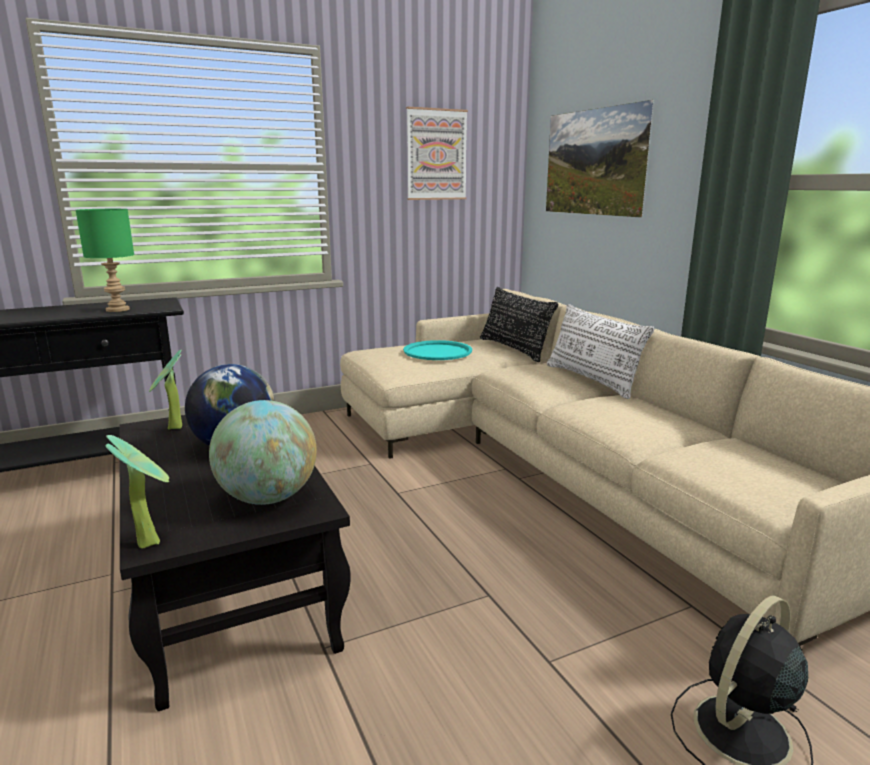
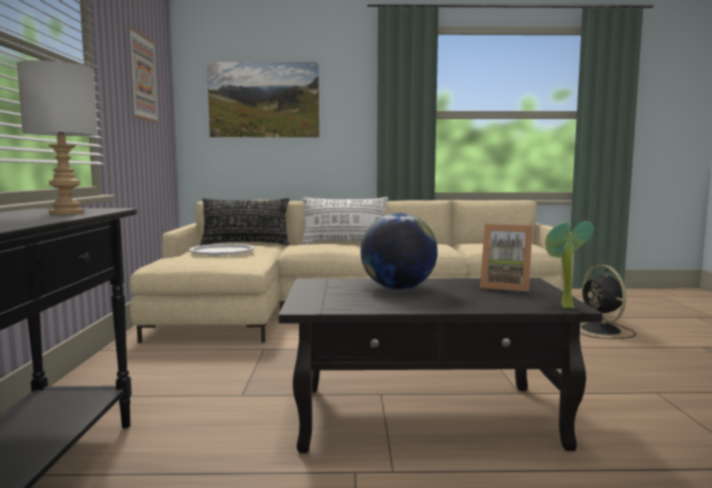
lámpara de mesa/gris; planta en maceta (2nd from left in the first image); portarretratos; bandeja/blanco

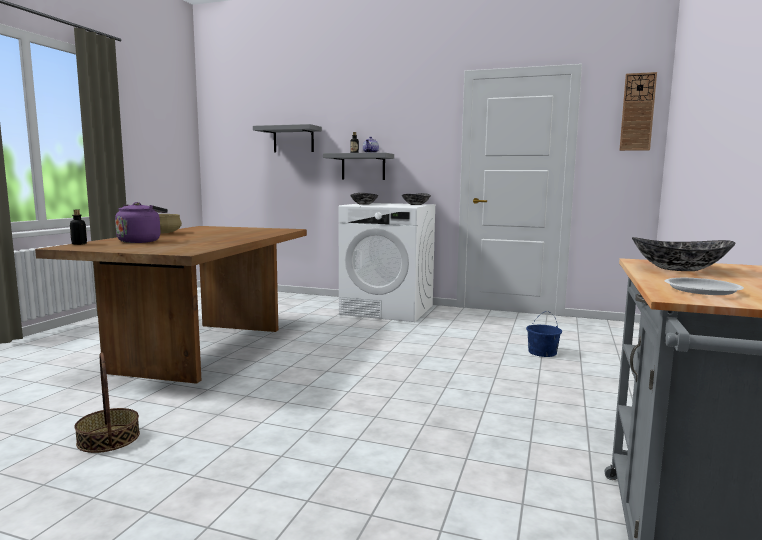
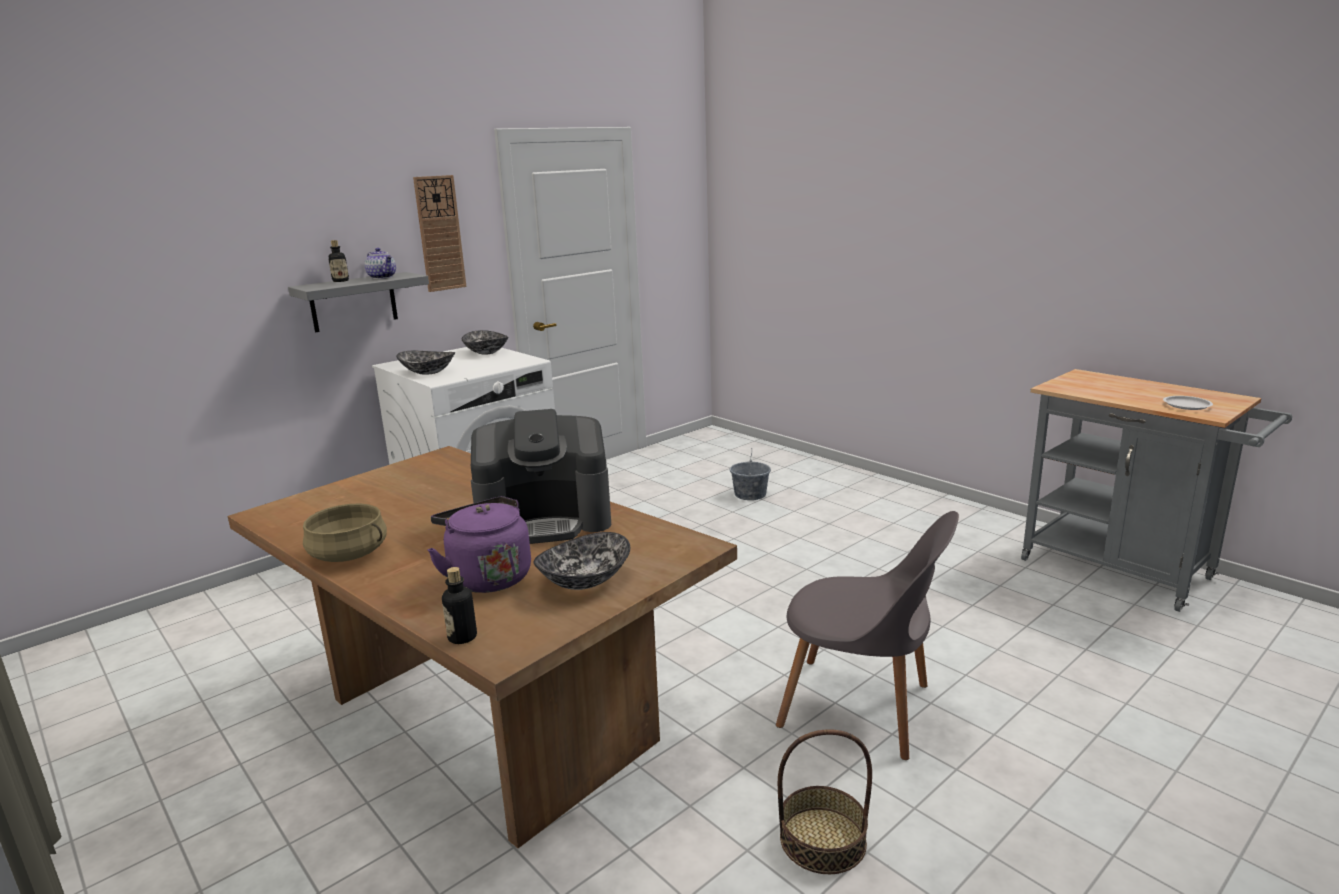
estante/gris (1st from left in the first image); cubo/gris; reloj de pared; cuenco (3rd from left); cafetera; silla/gris

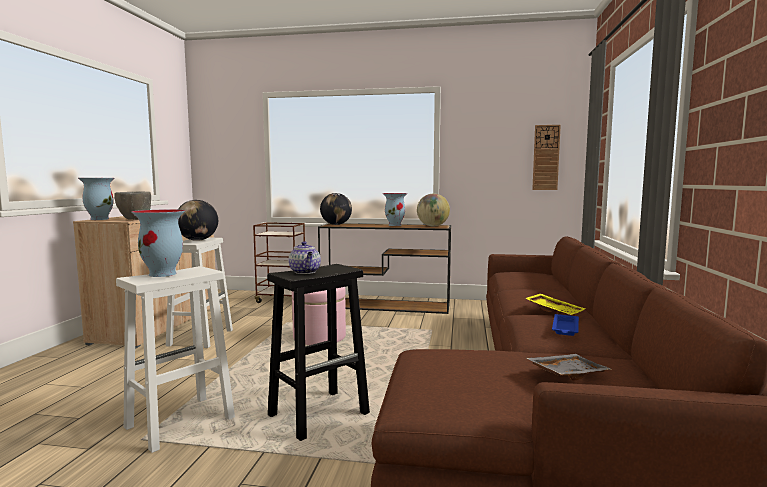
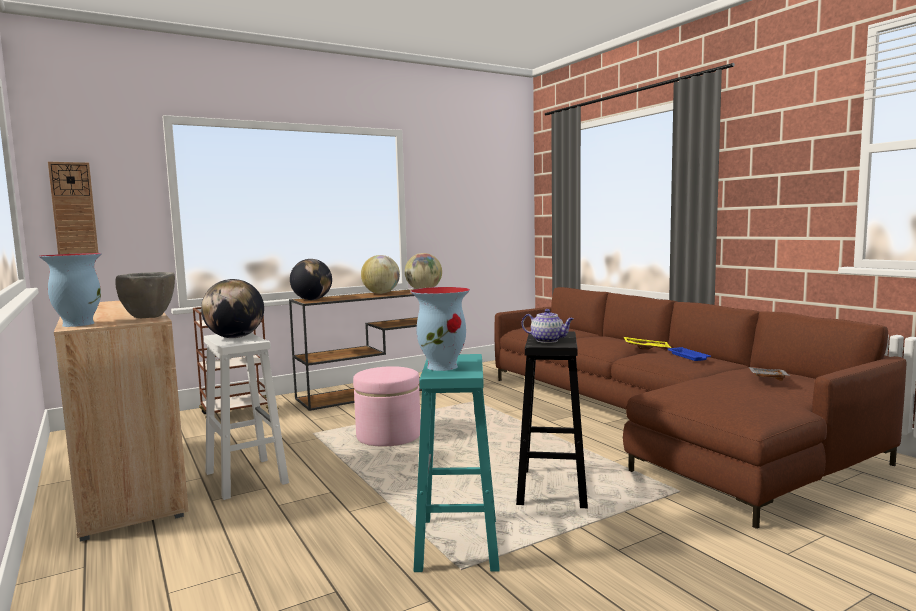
taburete/turquesa; globo terráqueo (3rd from left); reloj de pared

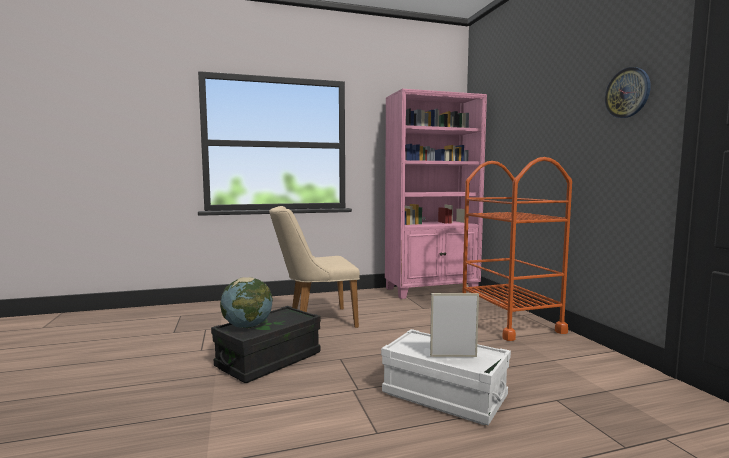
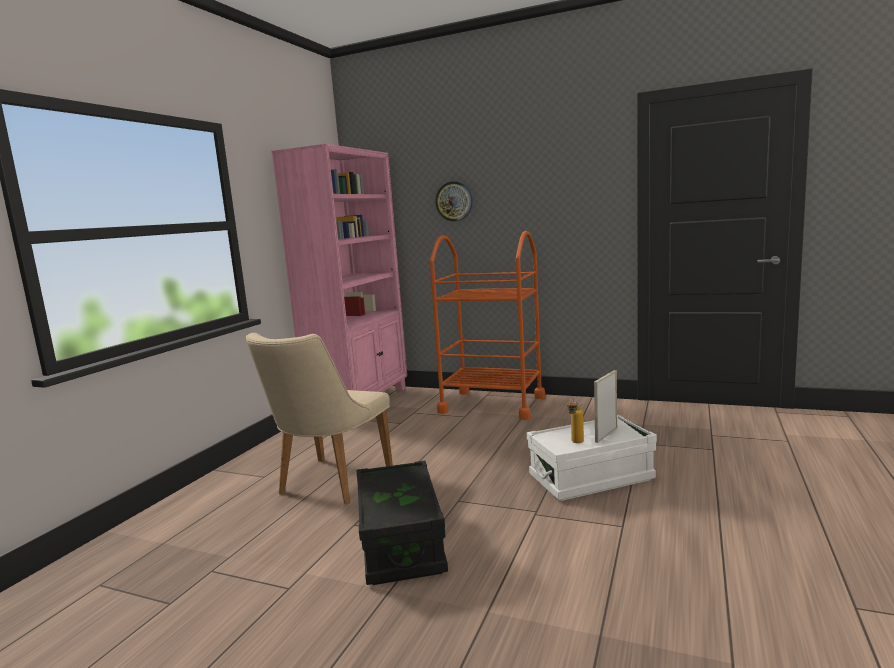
globo terráqueo; reloj de pared; botella

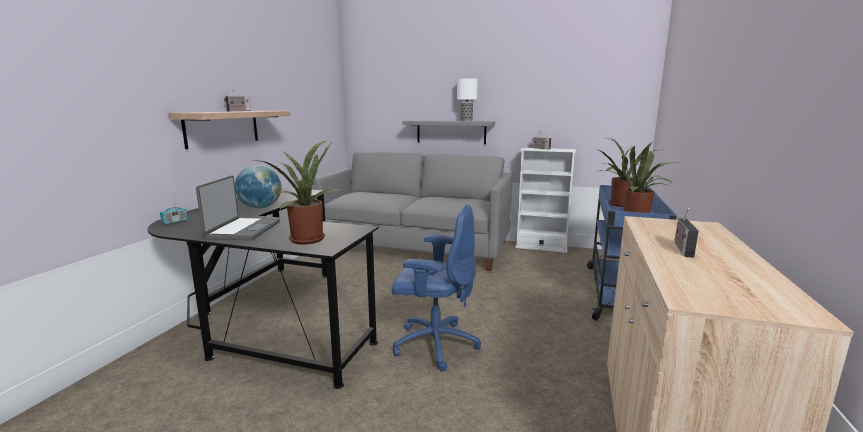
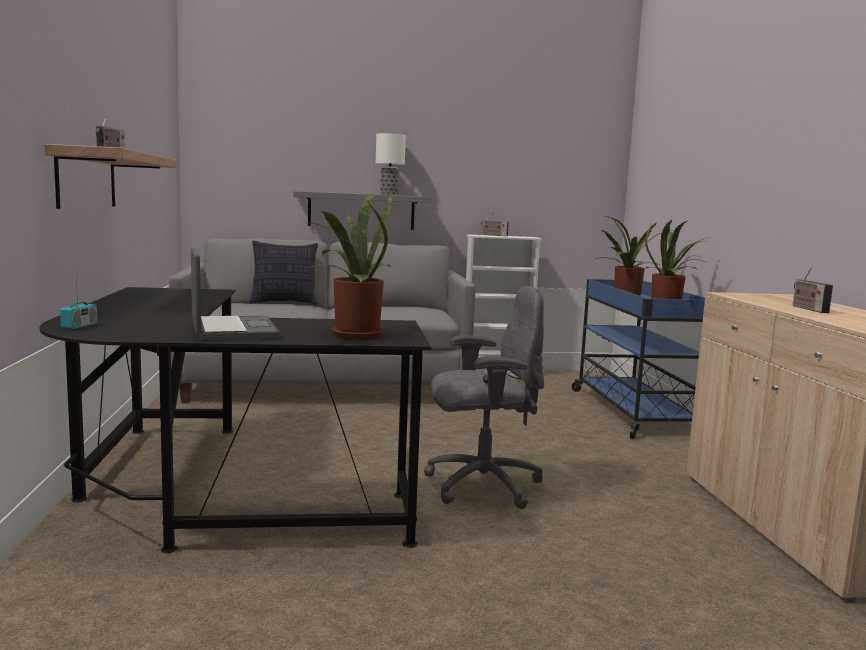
globo terráqueo; silla de oficina/gris; cojín

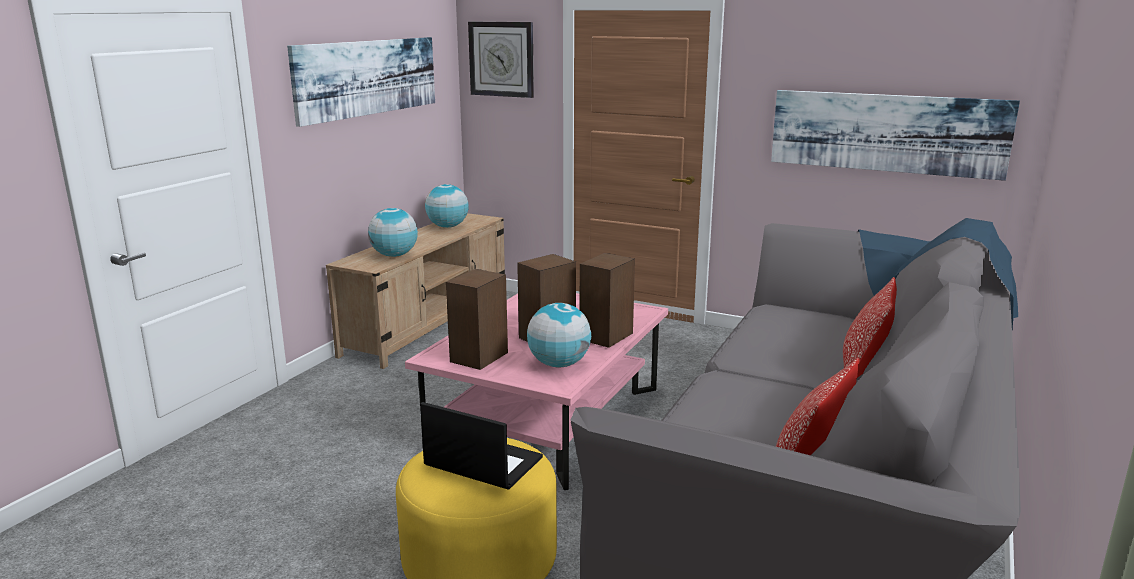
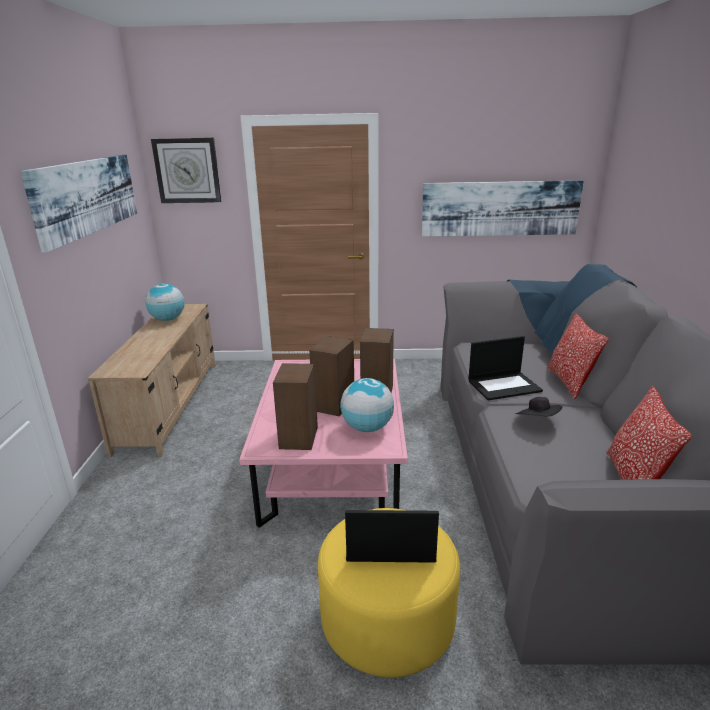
globo terráqueo (1st from left in the first image); portátil (2nd from left); sombrero/negro

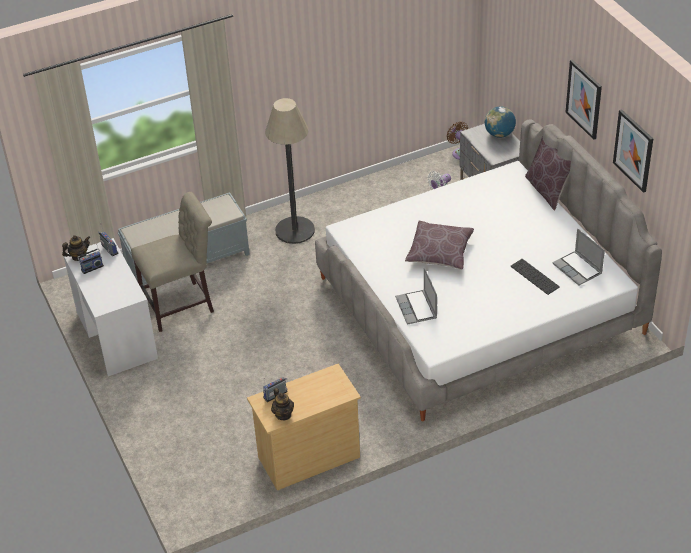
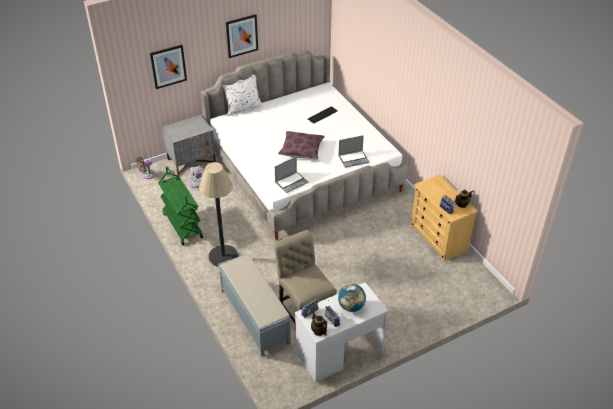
globo terráqueo; cojín/blanco; portátil (1st from left); cuadro (1st from left); carrito/verde

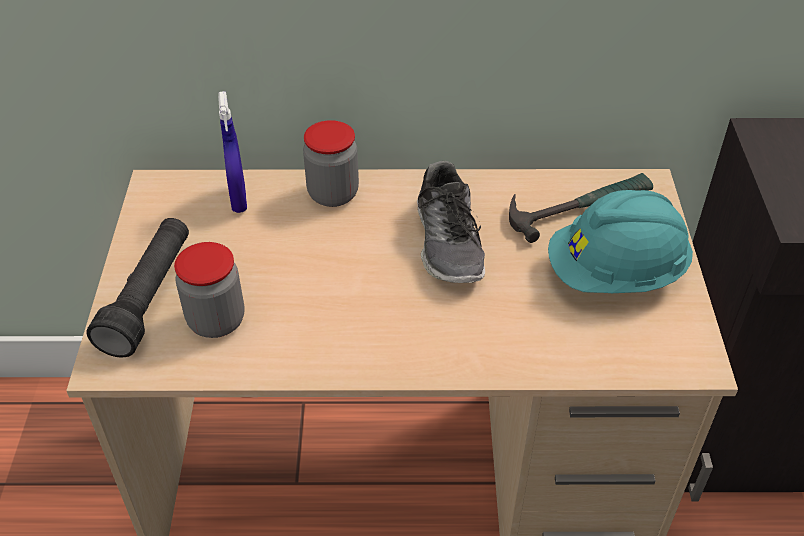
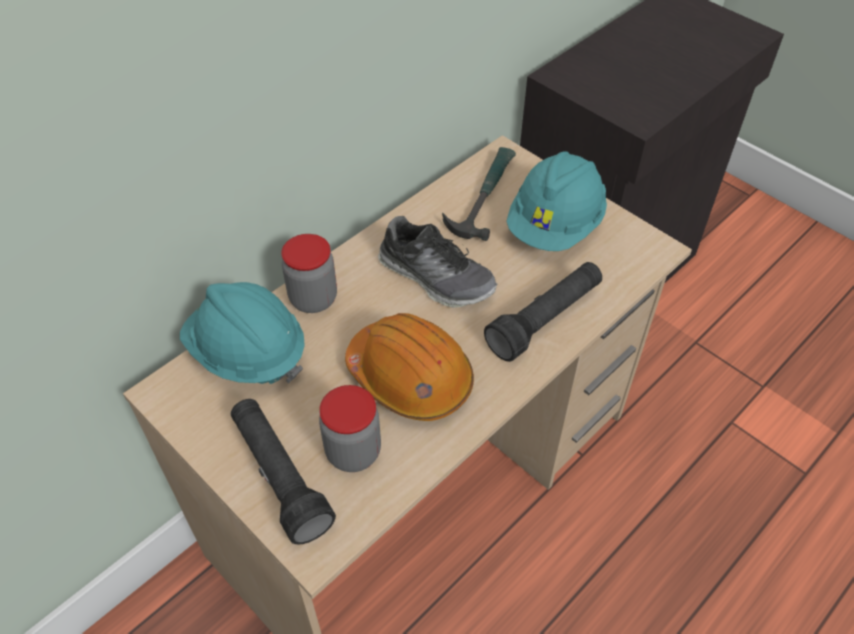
casco/turquesa (1st from left); casco/naranja; linterna/negro (2nd from left)

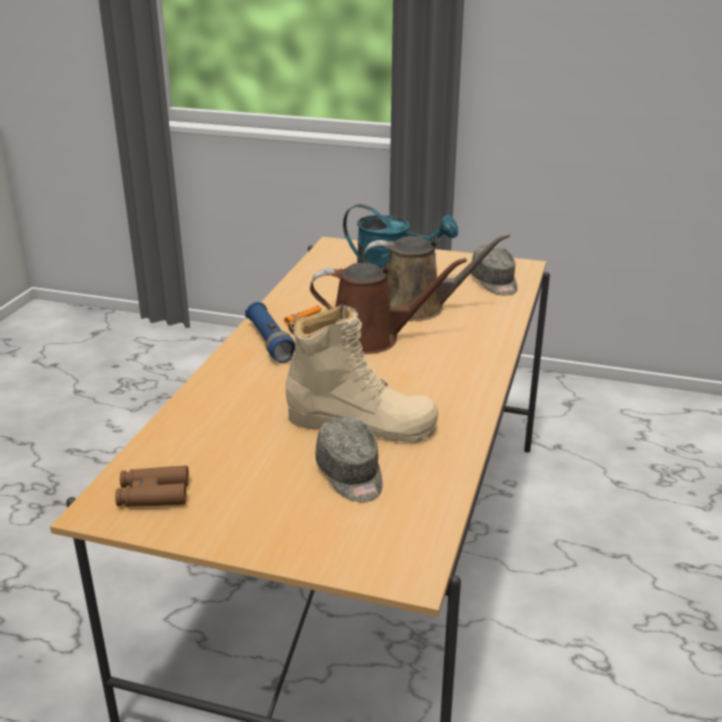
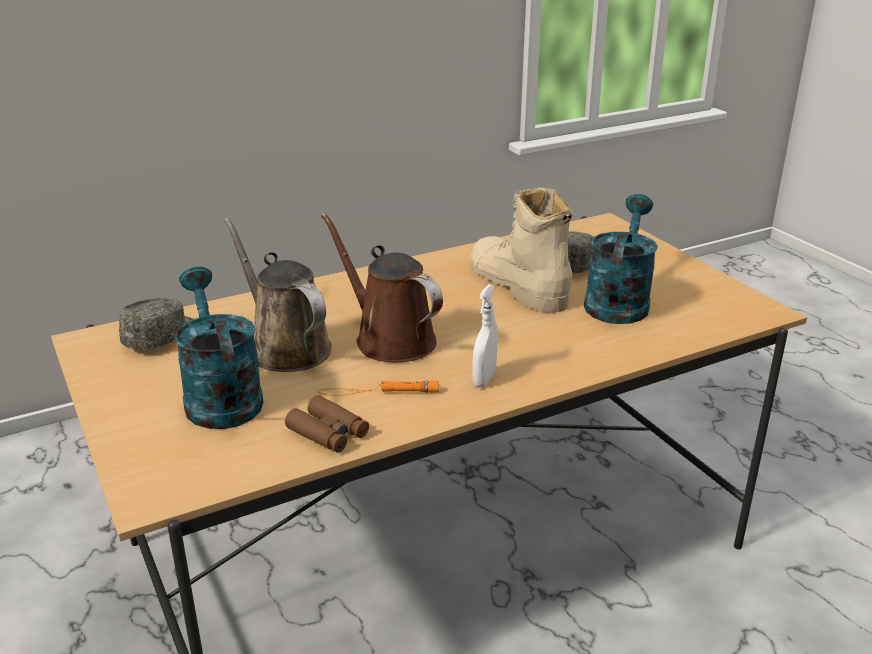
prismáticos/marrón; pulverizador/blanco; regadera/turquesa (2nd from left)

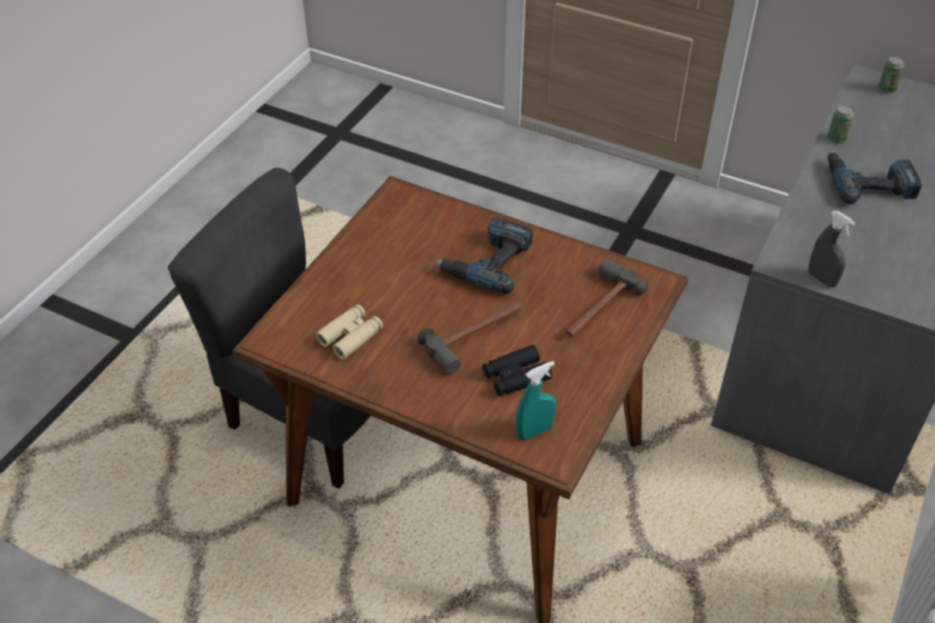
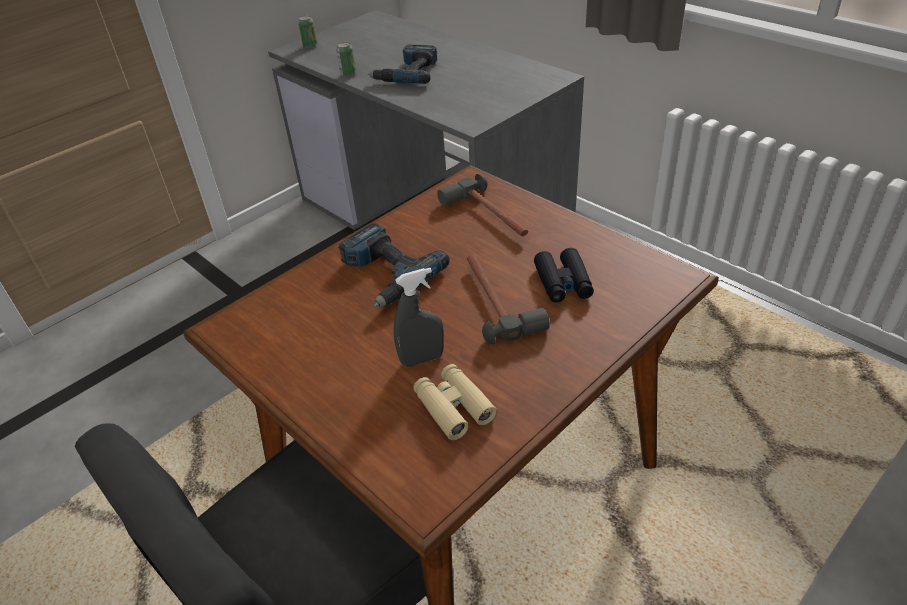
pulverizador/turquesa; pulverizador/gris

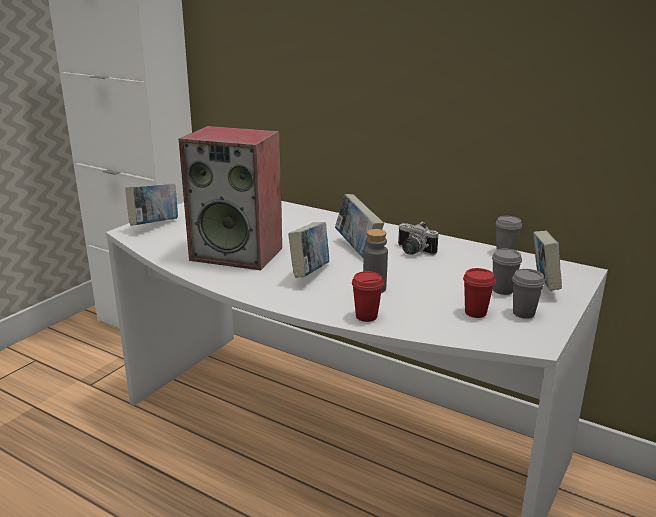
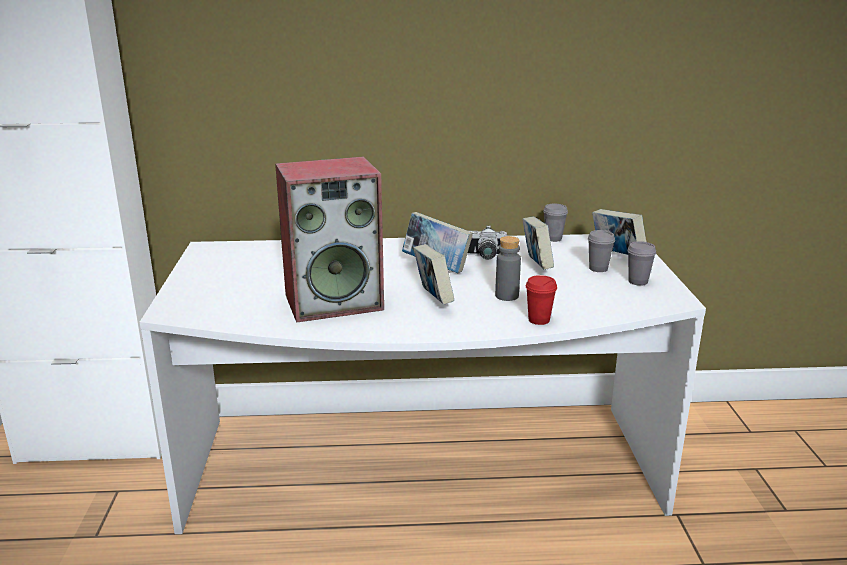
libro (3rd from left); taza/rojo (2nd from left in the first image)

